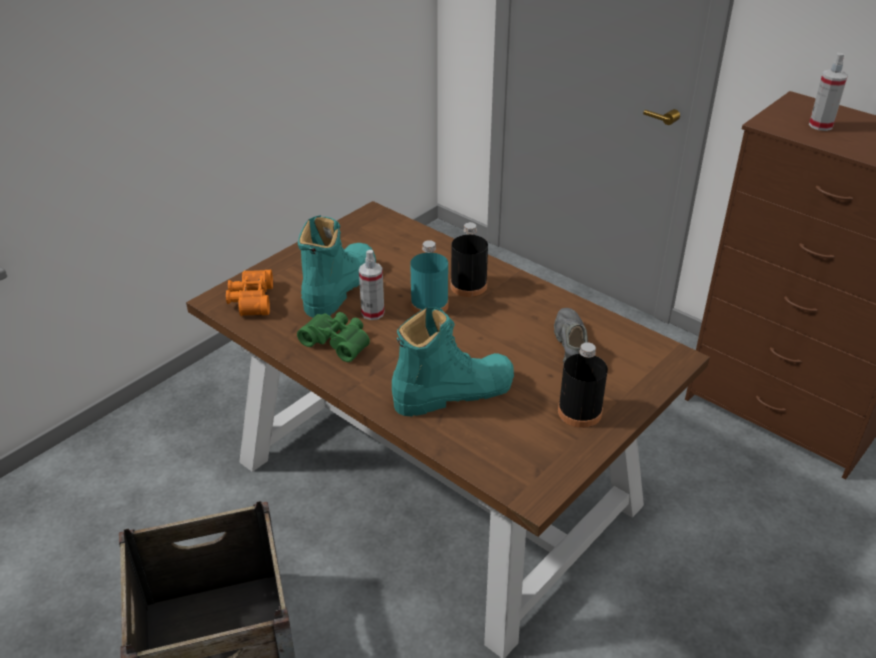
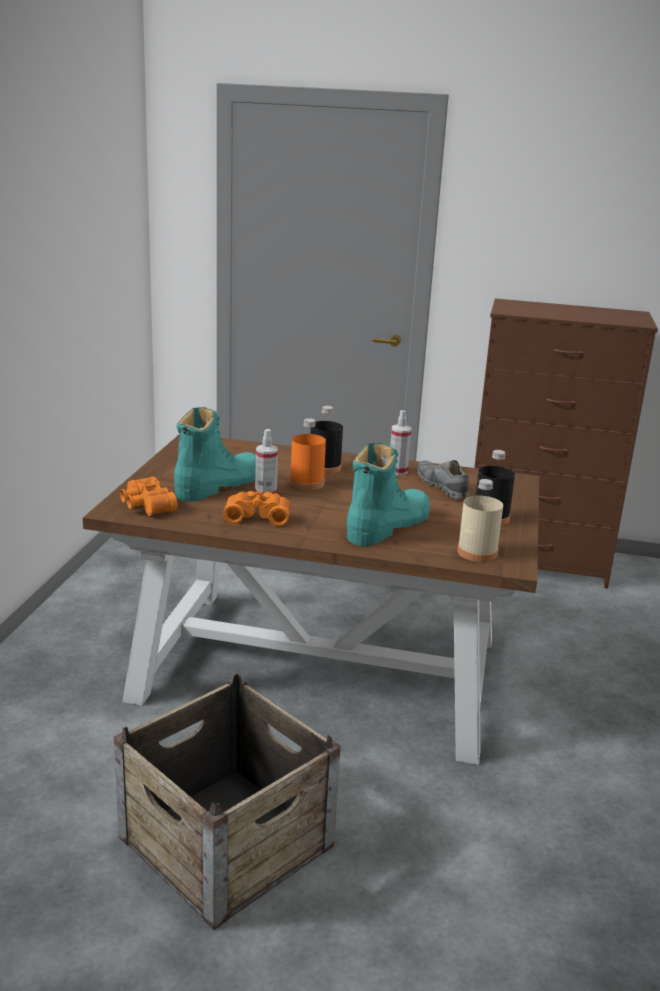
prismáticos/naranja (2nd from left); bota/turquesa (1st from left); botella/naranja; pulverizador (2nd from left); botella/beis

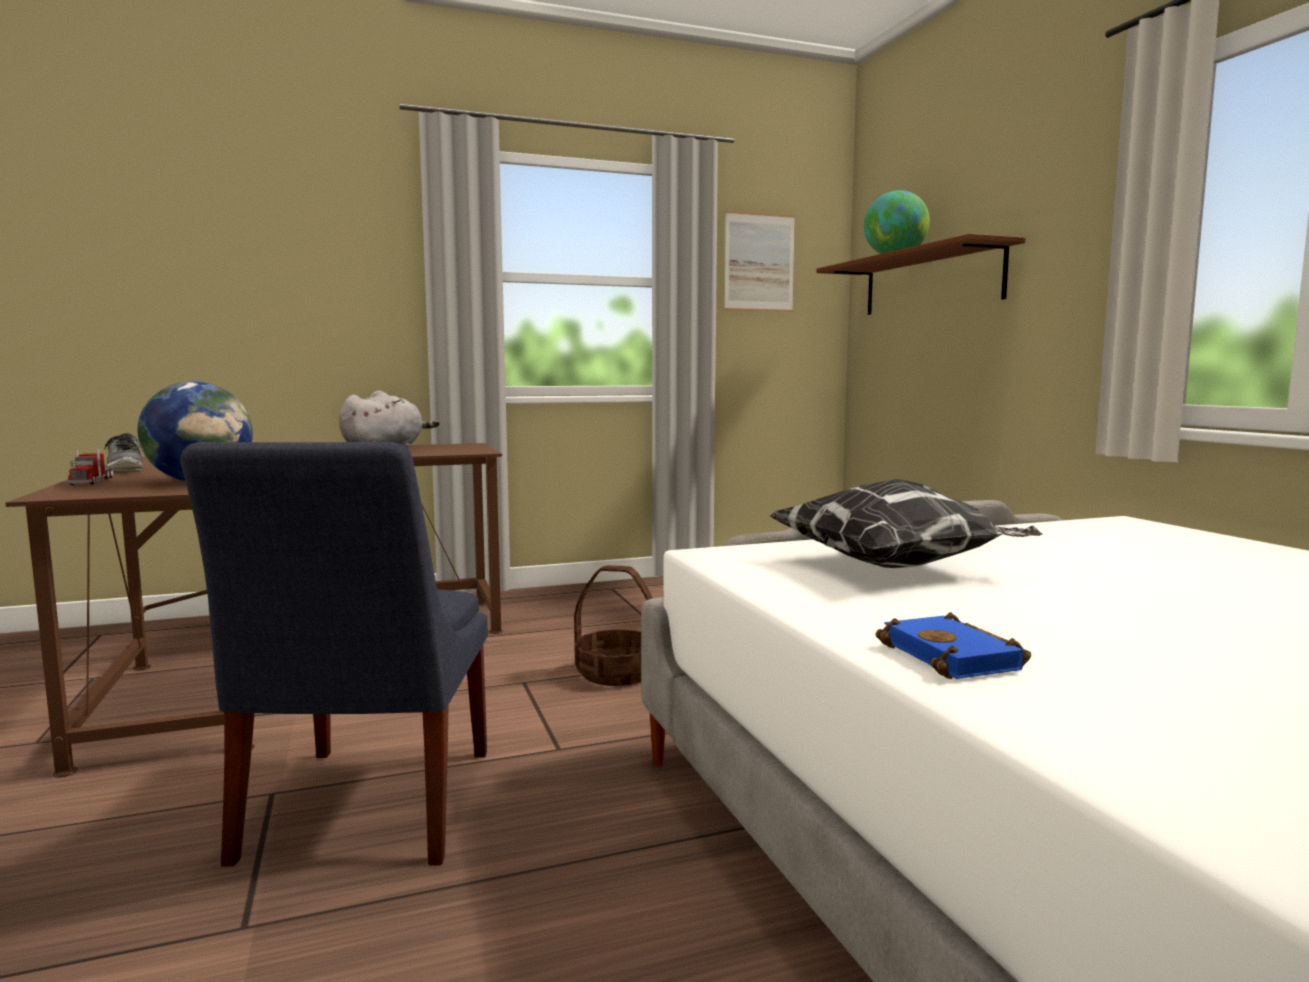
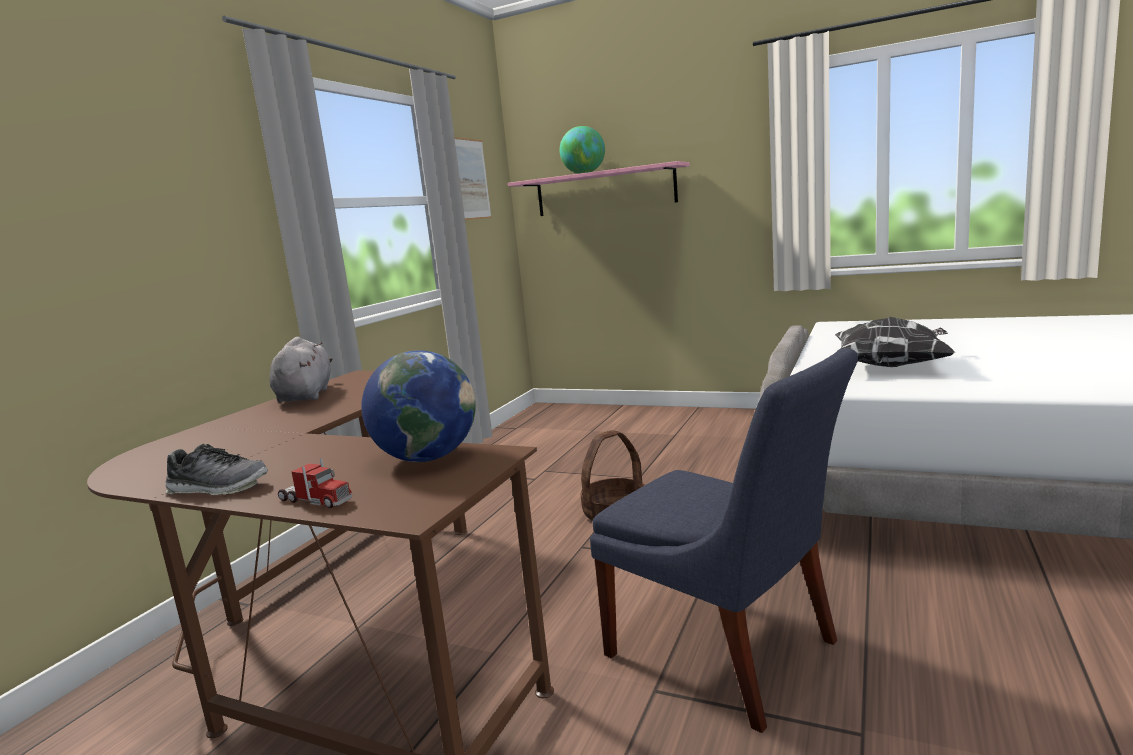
estante/rosa; libro/azul

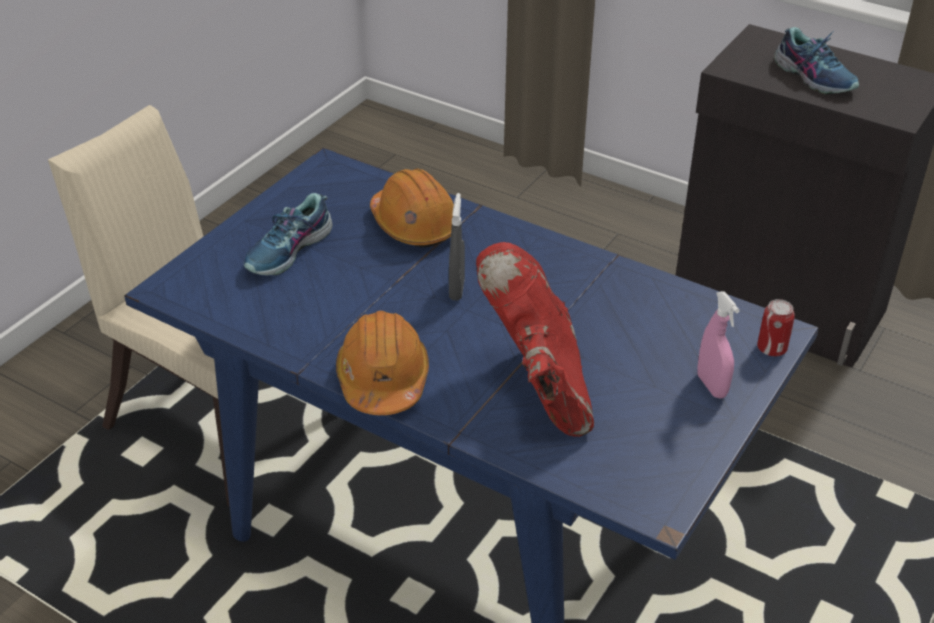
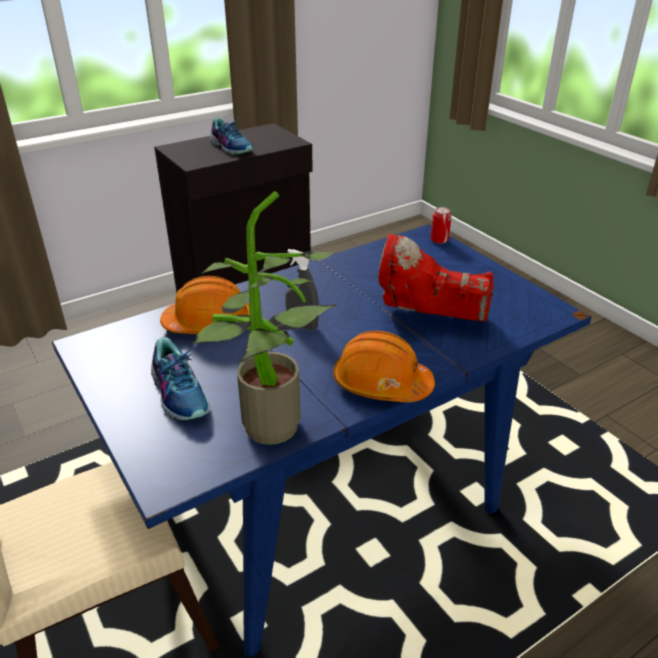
pulverizador/rosa; zapato (2nd from left); planta en maceta

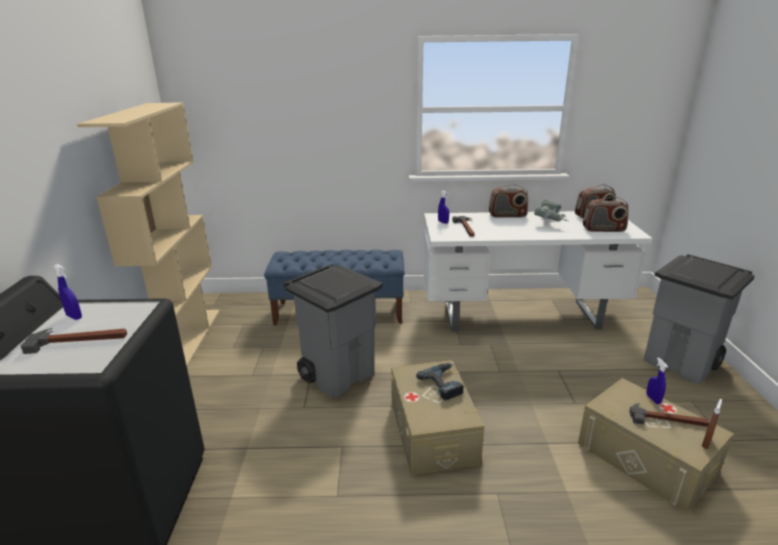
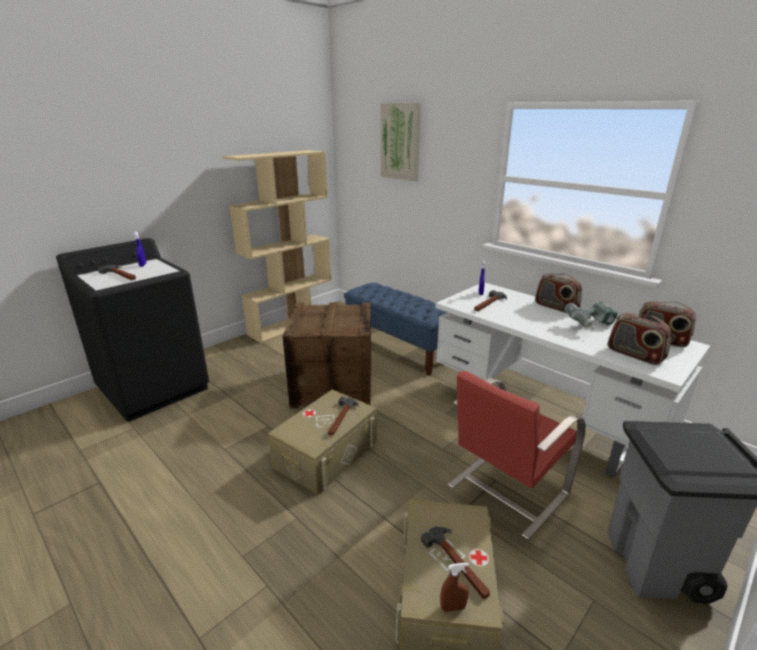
caja de embalaje; martillo (2nd from left); pulverizador/azul (3rd from left in the first image); cuadro; silla/rojo

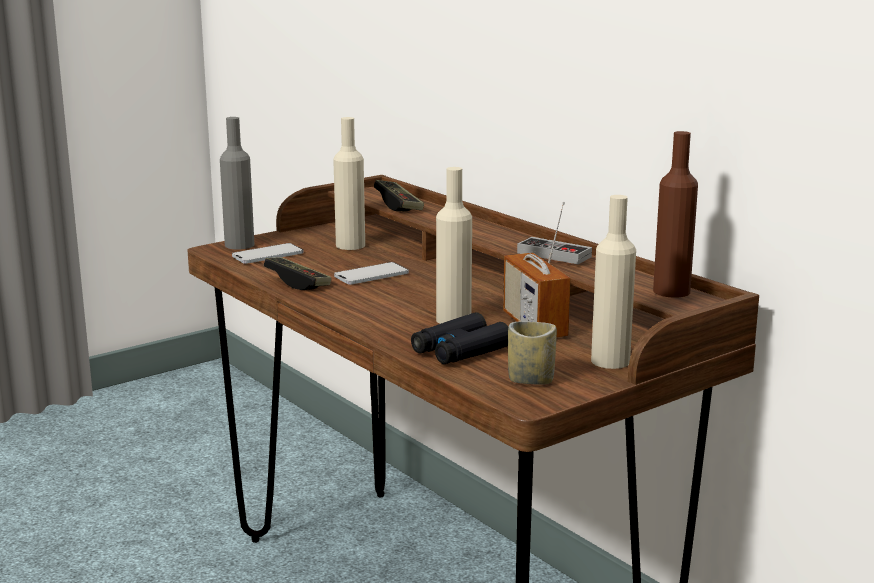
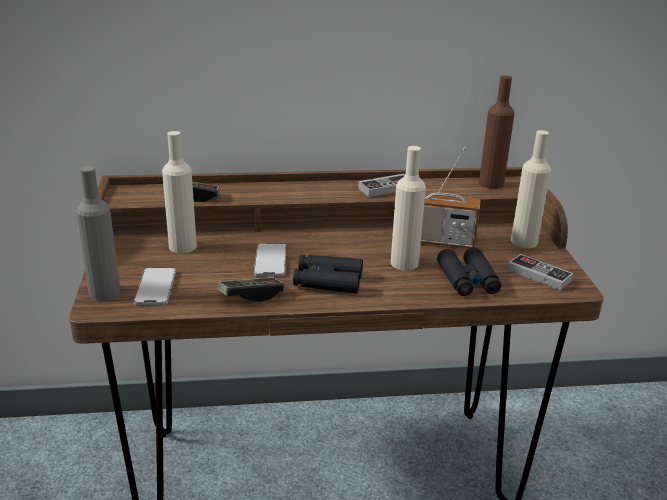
mando de consola (4th from left); prismáticos/negro (1st from left)

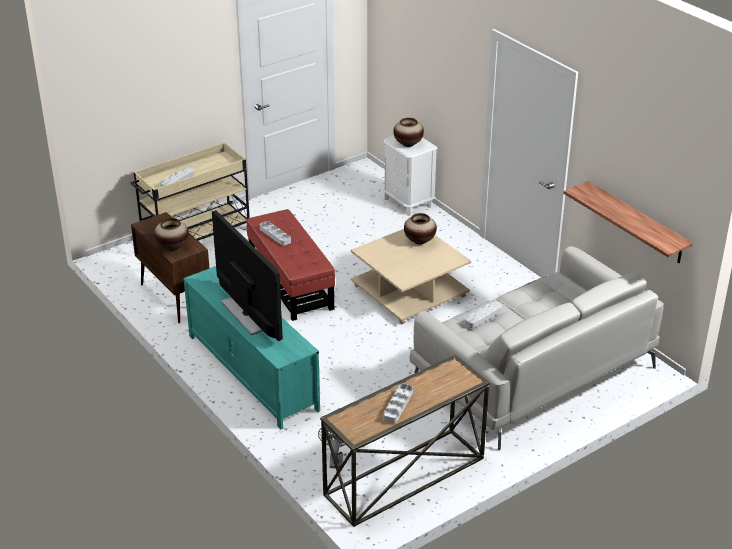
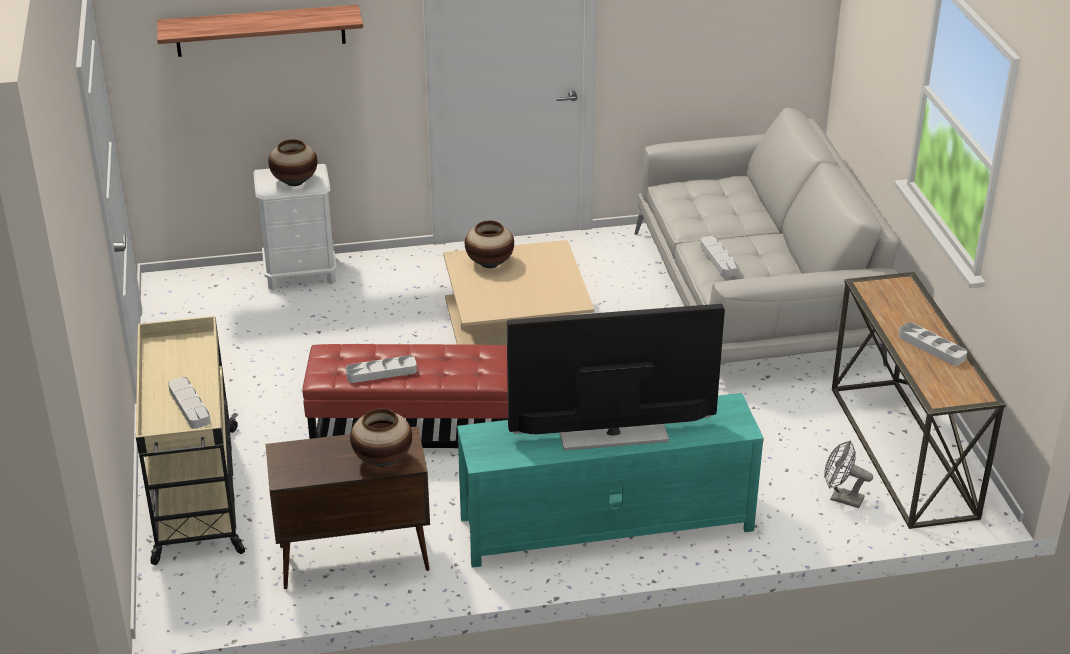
estante

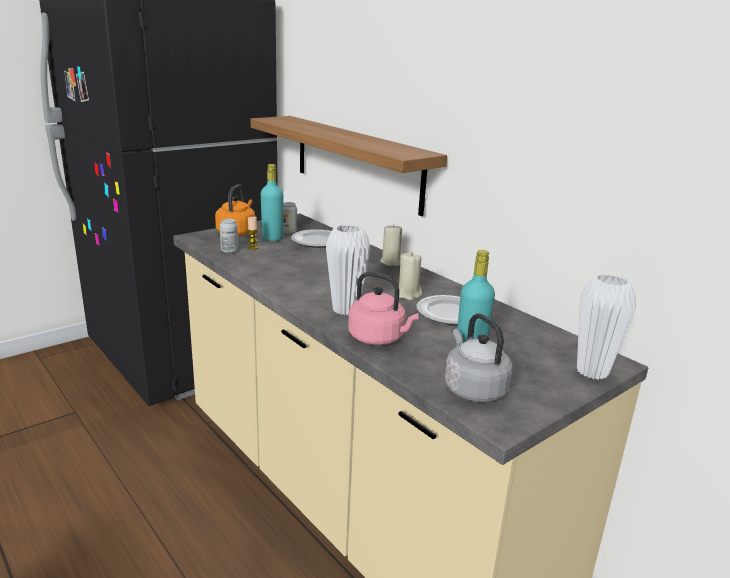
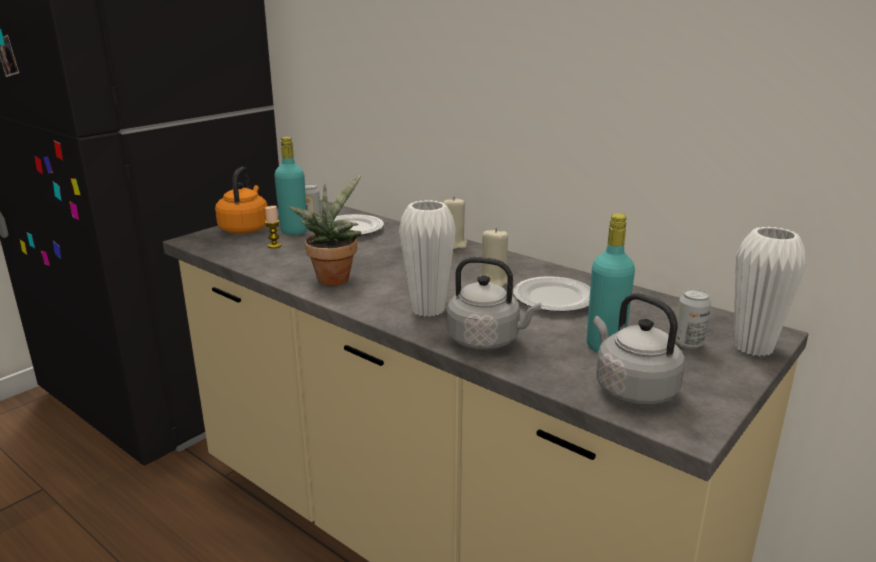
lata (2nd from left); estante; hervidor/gris (1st from left); planta en maceta

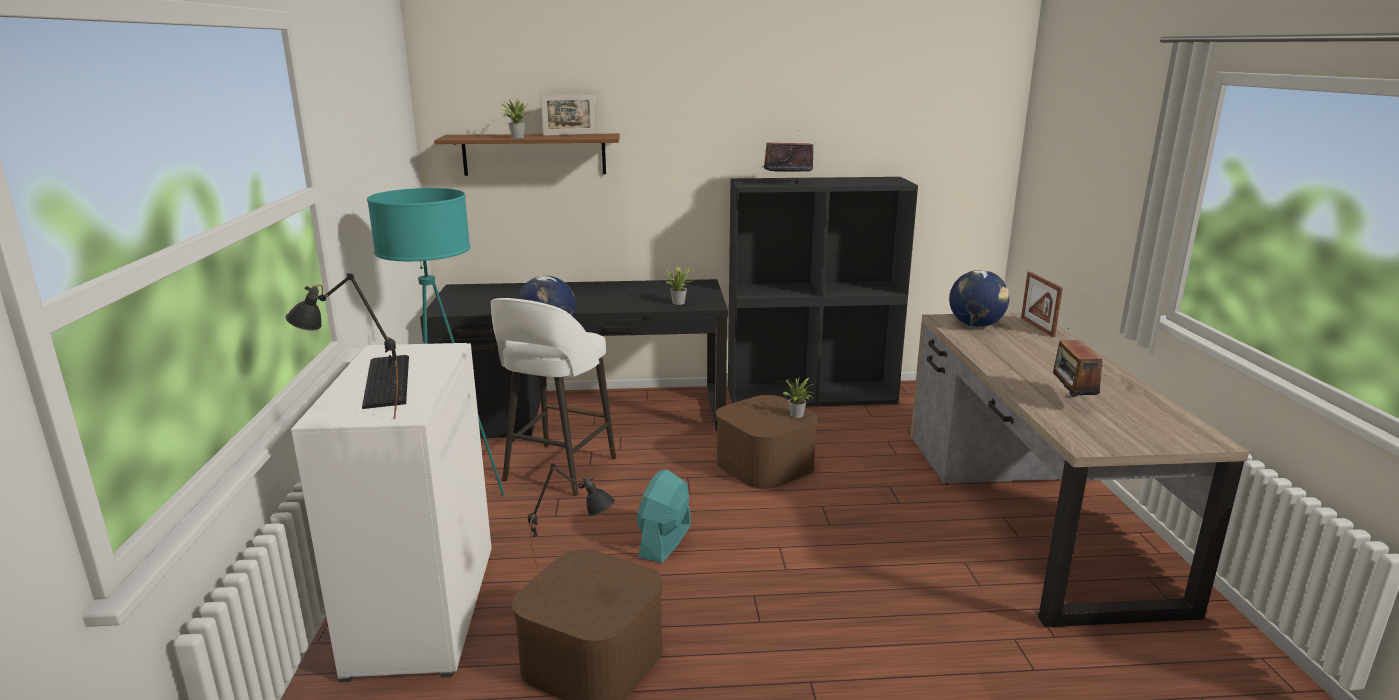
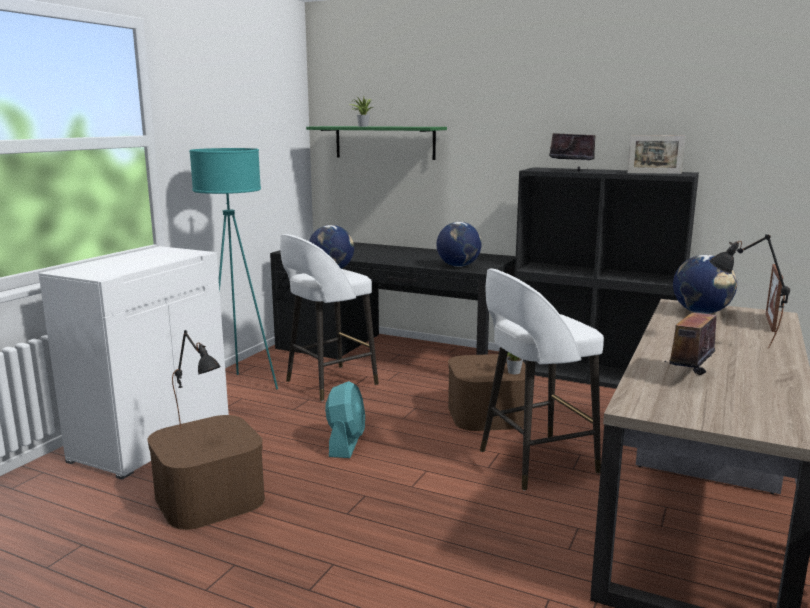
lámpara de mesa/negro (2nd from left); teclado; estante/verde; portarretratos (1st from left); ventilador/turquesa; globo terráqueo (2nd from left); taburete/blanco (2nd from left)

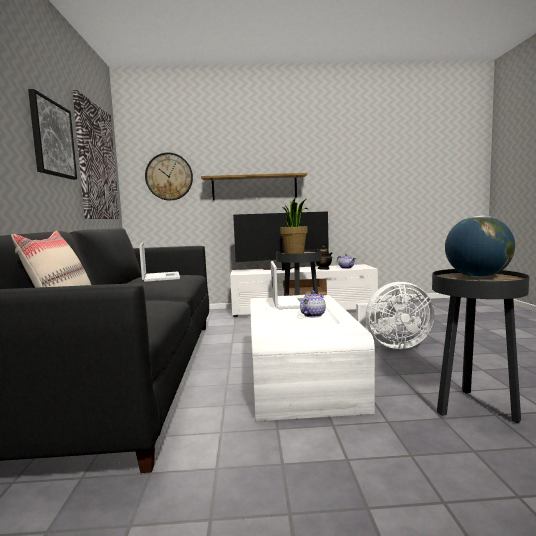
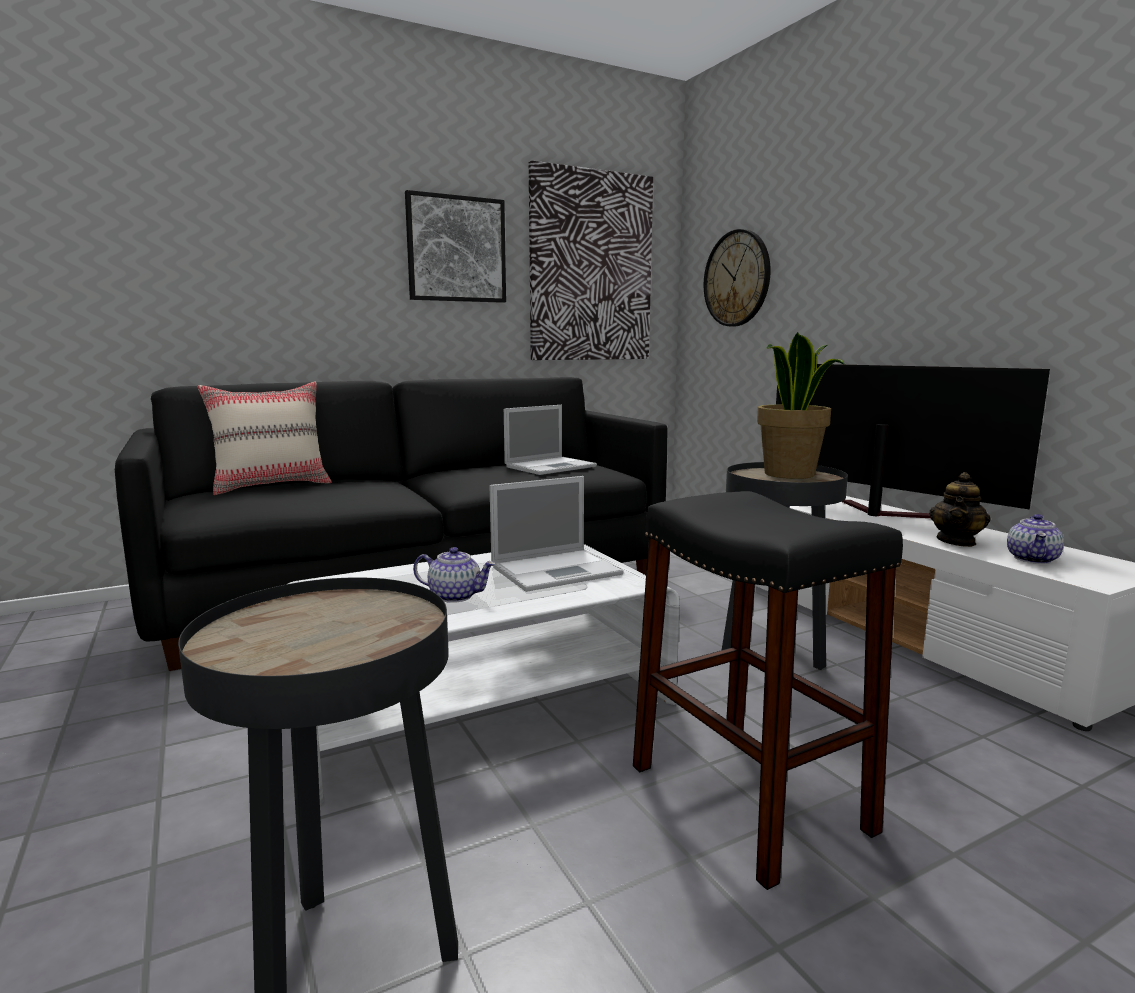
estante; taburete/negro; globo terráqueo

